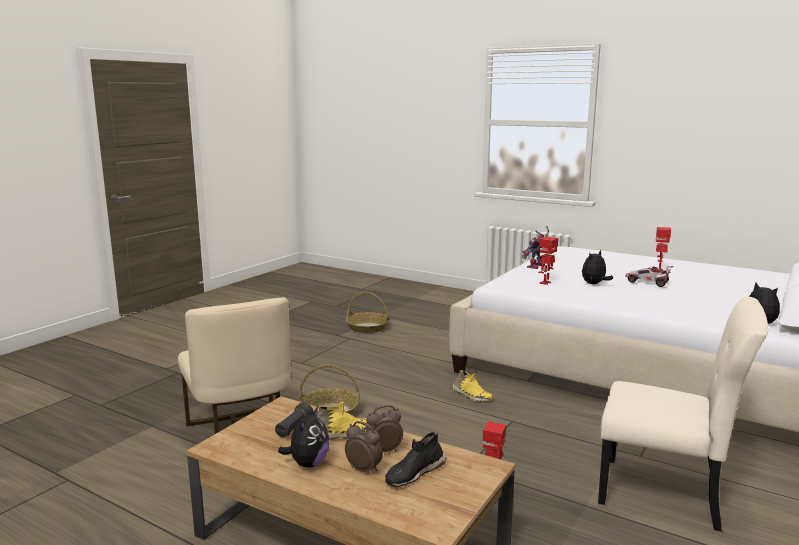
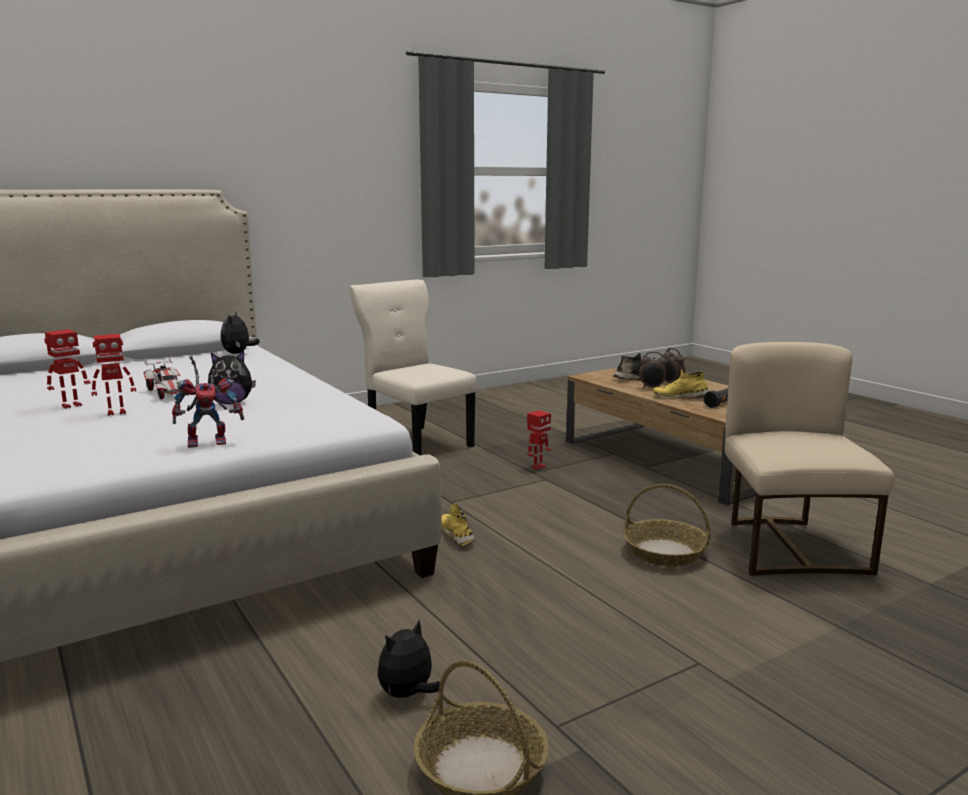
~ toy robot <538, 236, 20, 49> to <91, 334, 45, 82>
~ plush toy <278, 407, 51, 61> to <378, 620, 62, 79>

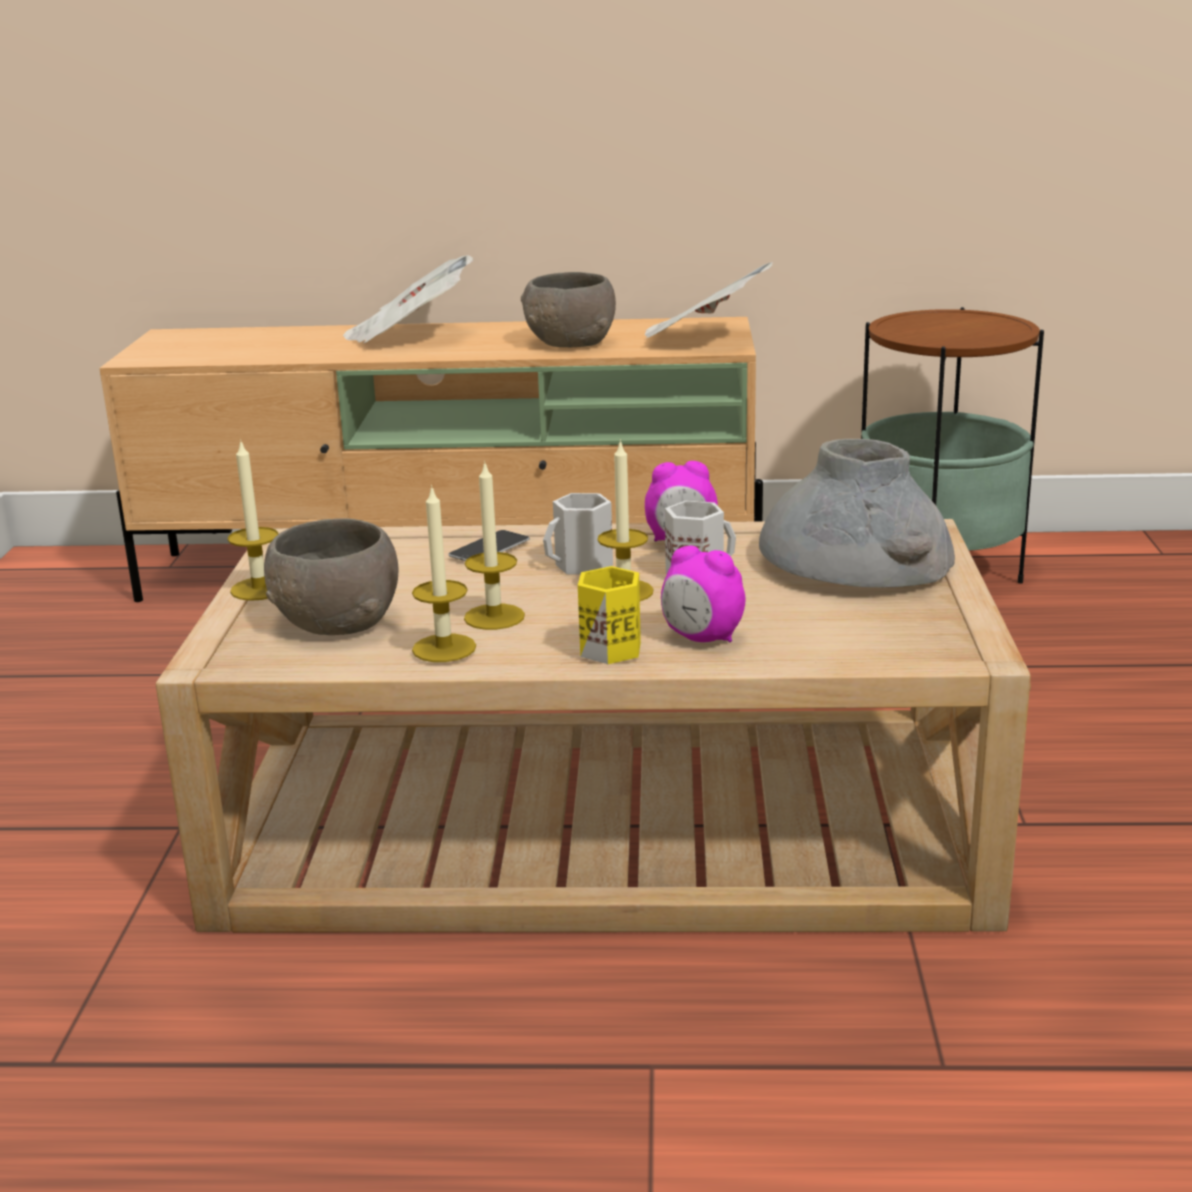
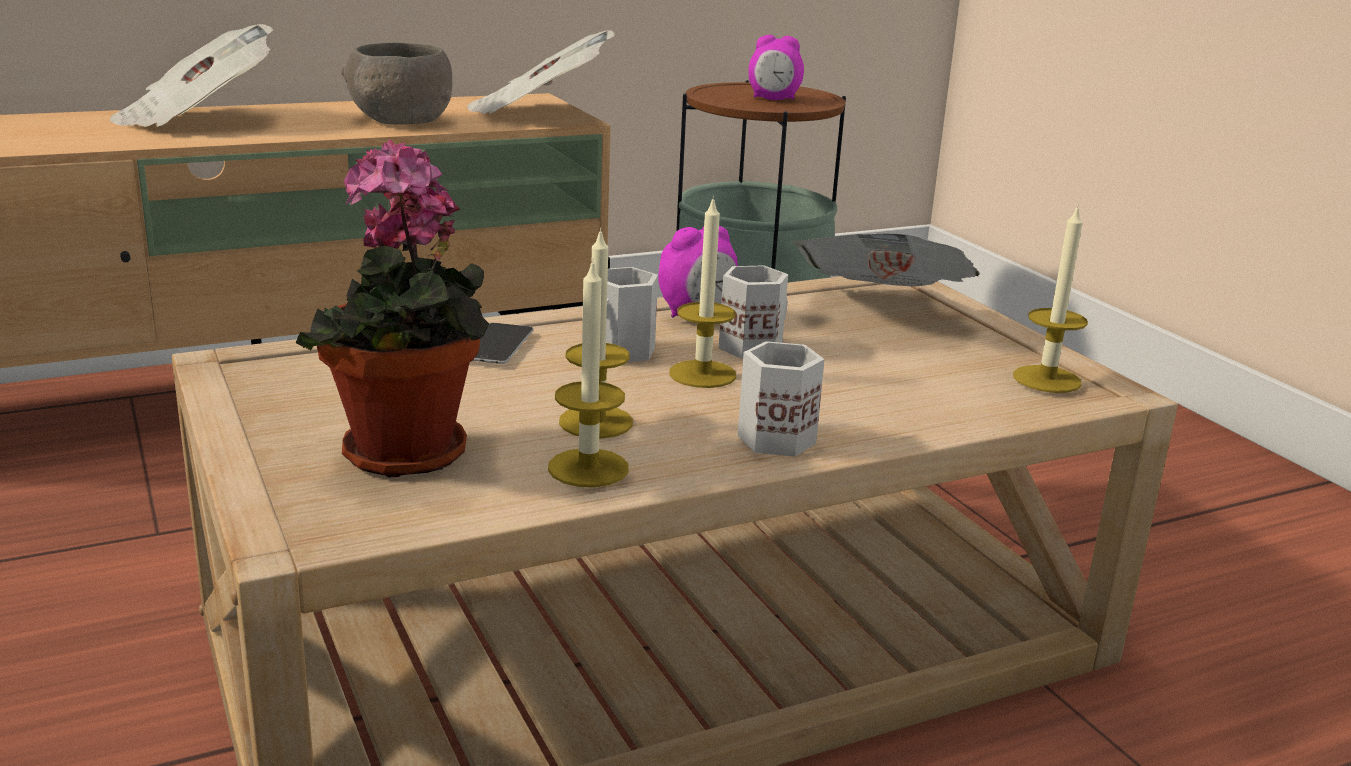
~ grey bowl <264, 518, 134, 117> to potted plant <296, 140, 193, 337>
~ yellow mug <578, 566, 63, 98> to white mug <738, 341, 87, 116>
~ alarm clock <661, 546, 84, 96> to <749, 35, 55, 65>
~ grey vase <759, 439, 196, 148> to newspaper <792, 233, 188, 53>
~ candle <228, 439, 50, 162> to <1013, 204, 75, 189>

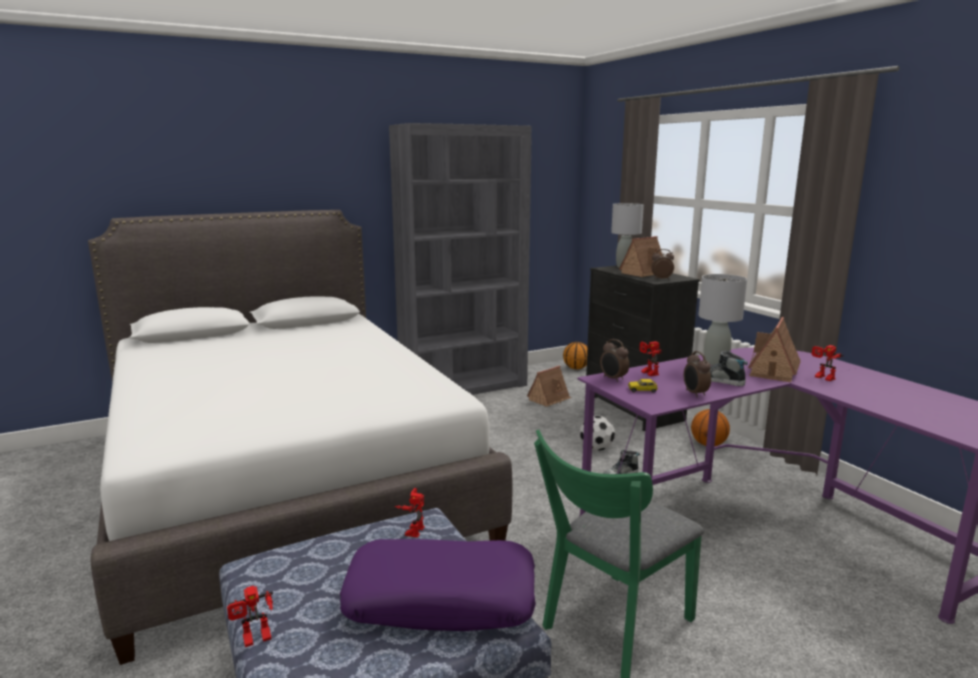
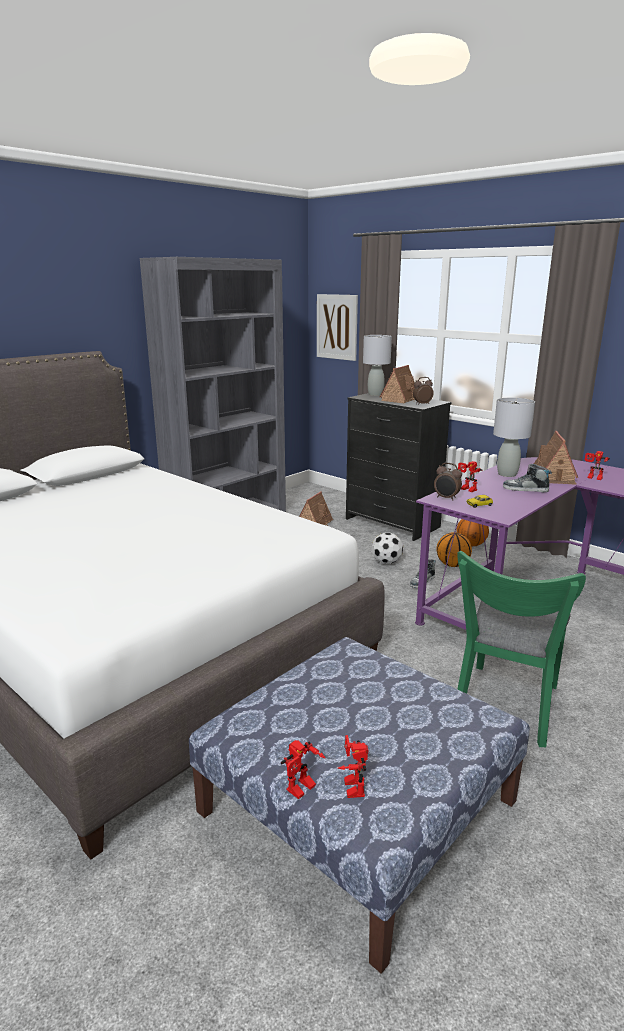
+ picture <317, 294, 41, 67>
~ toy robot <394, 488, 31, 50> to <338, 735, 30, 63>
~ basketball <563, 342, 24, 27> to <437, 532, 35, 35>
- purple pillow <340, 539, 196, 92>
- alarm clock <684, 351, 27, 46>

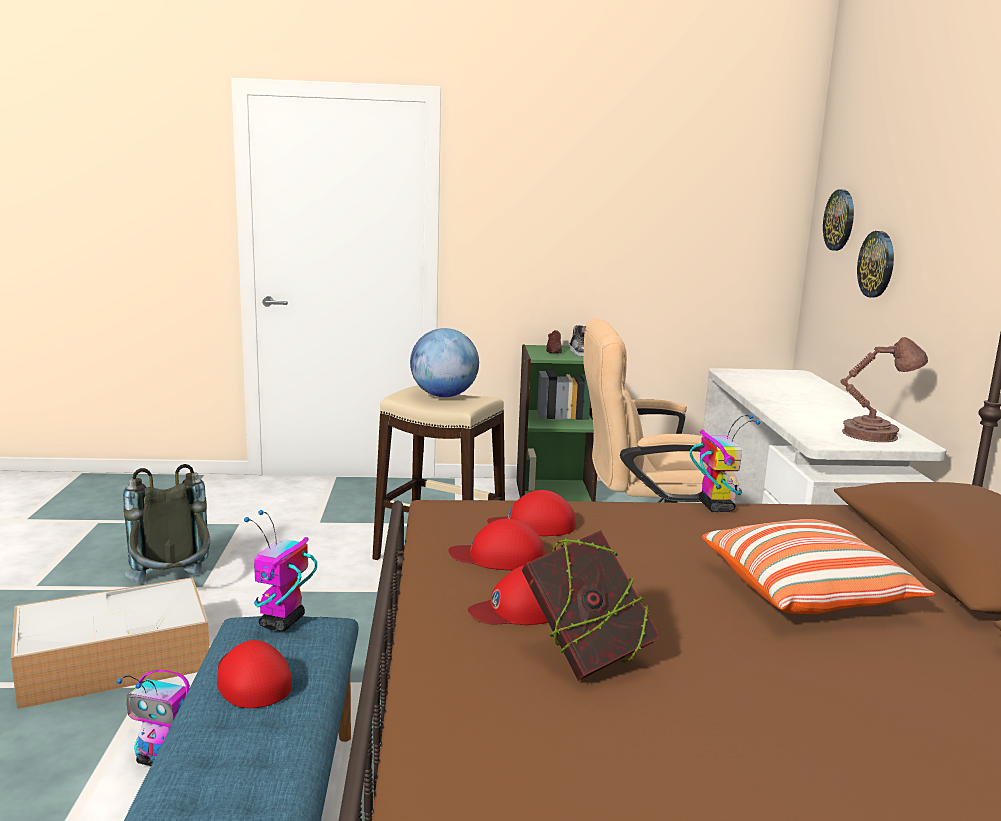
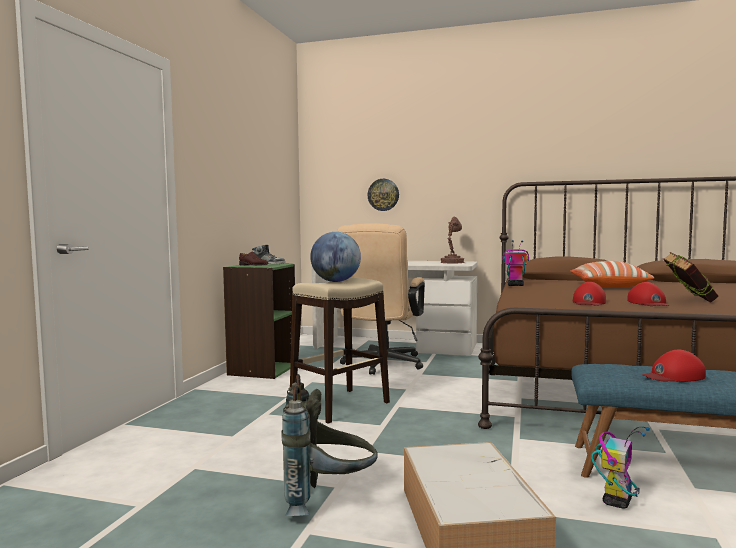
- toy robot <244, 510, 73, 122>
- red cap <487, 490, 89, 46>
- wall clock <823, 189, 31, 62>

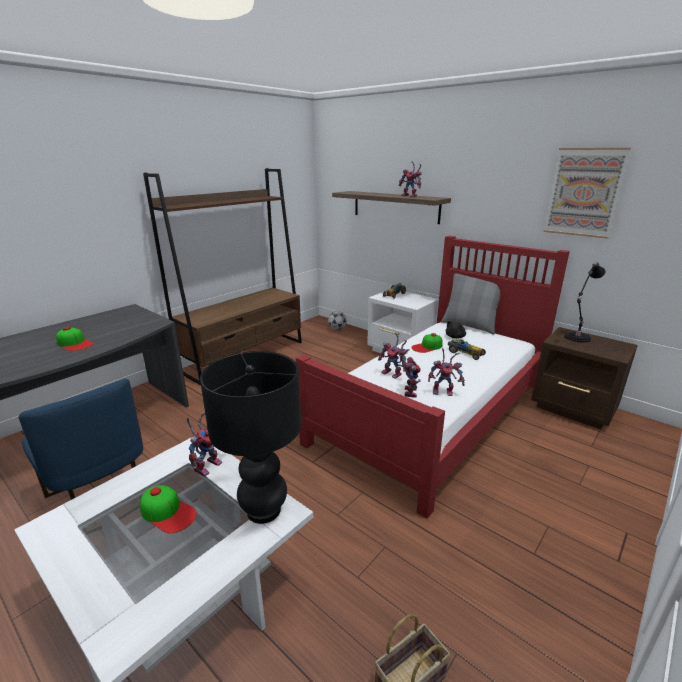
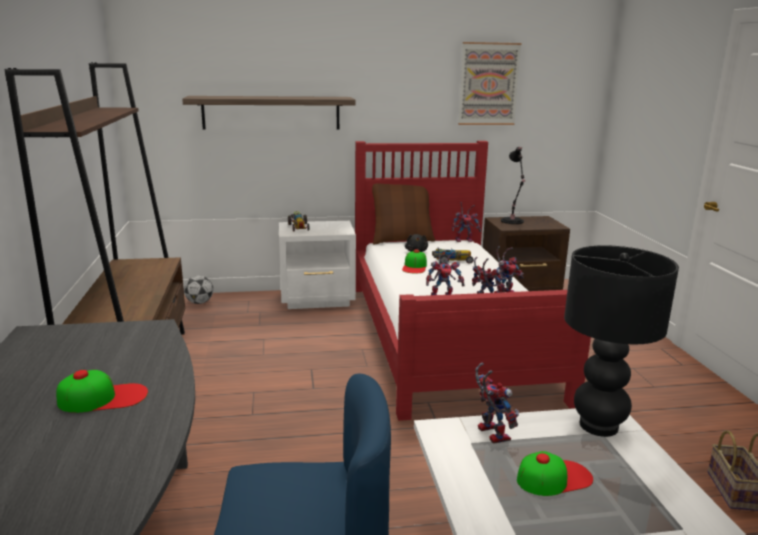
~ grey pillow <441, 273, 59, 61> to brown pillow <372, 184, 63, 61>
~ toy robot <399, 161, 23, 36> to <452, 202, 29, 40>

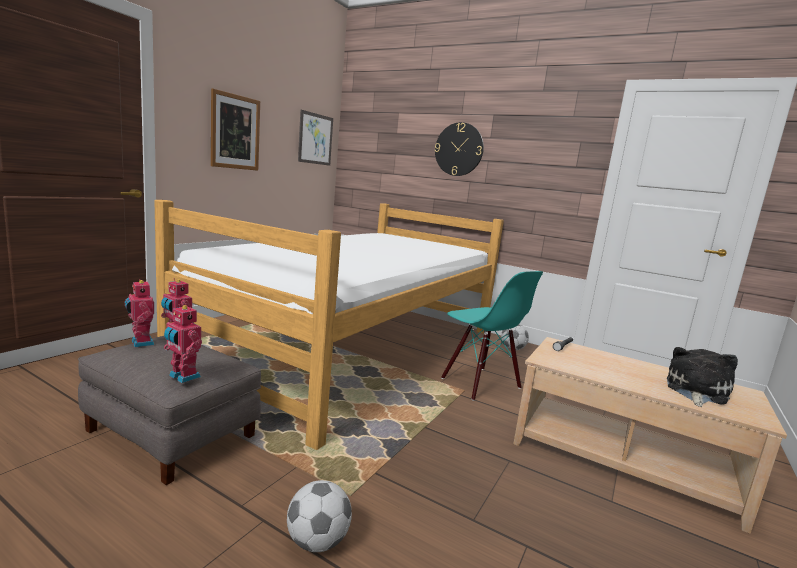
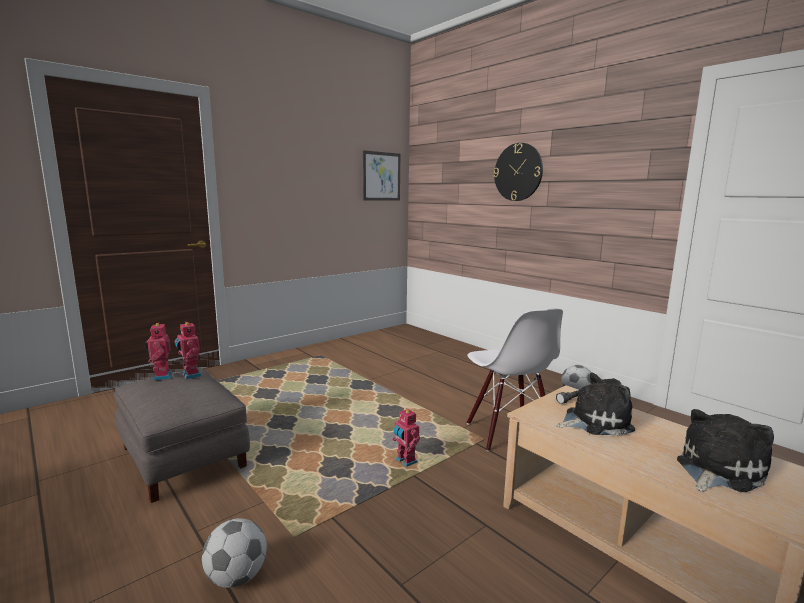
~ toy robot <164, 304, 38, 79> to <392, 408, 28, 59>
~ turquoise chair <441, 271, 102, 130> to white chair <467, 309, 96, 143>
+ plush toy <557, 373, 78, 63>
- bed <155, 200, 349, 250>
- picture <211, 89, 49, 82>

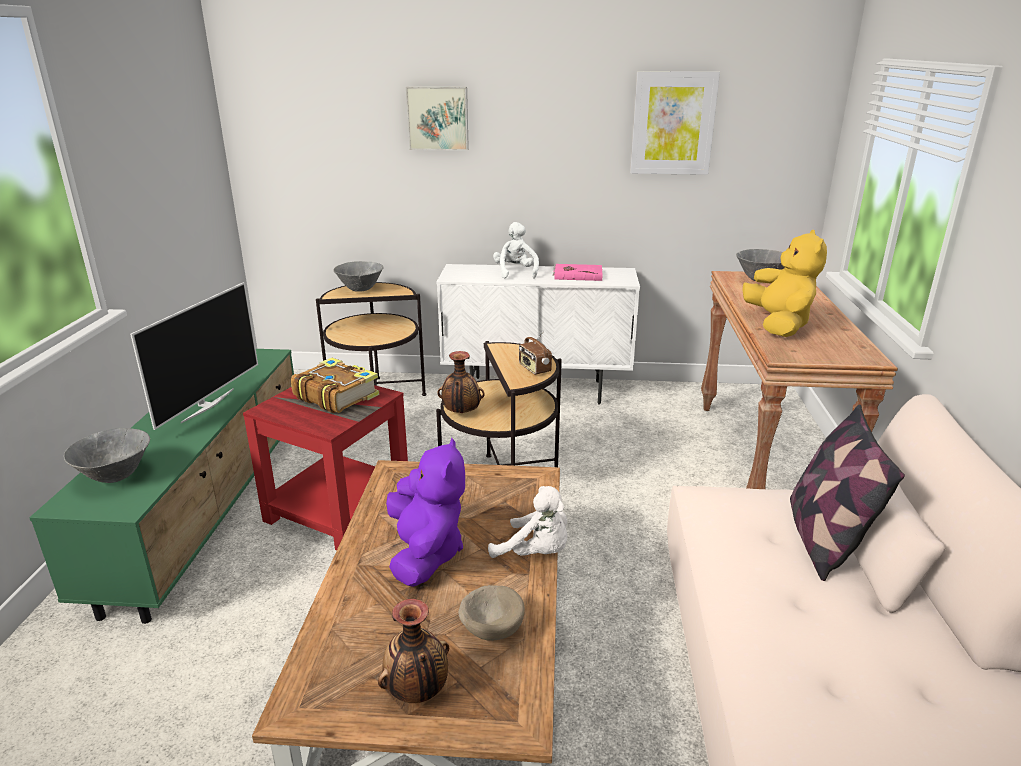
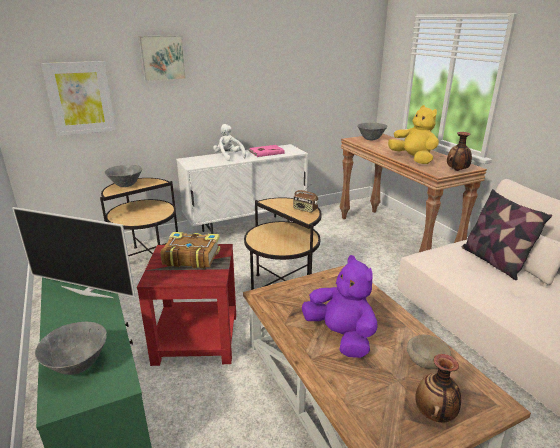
~ television <130, 282, 128, 148> = <12, 207, 124, 91> 120 degrees clockwise
~ picture <630, 71, 90, 104> to <41, 61, 75, 75>
~ vase <437, 351, 47, 62> to <447, 132, 25, 39>
- white plush toy <488, 486, 79, 72>

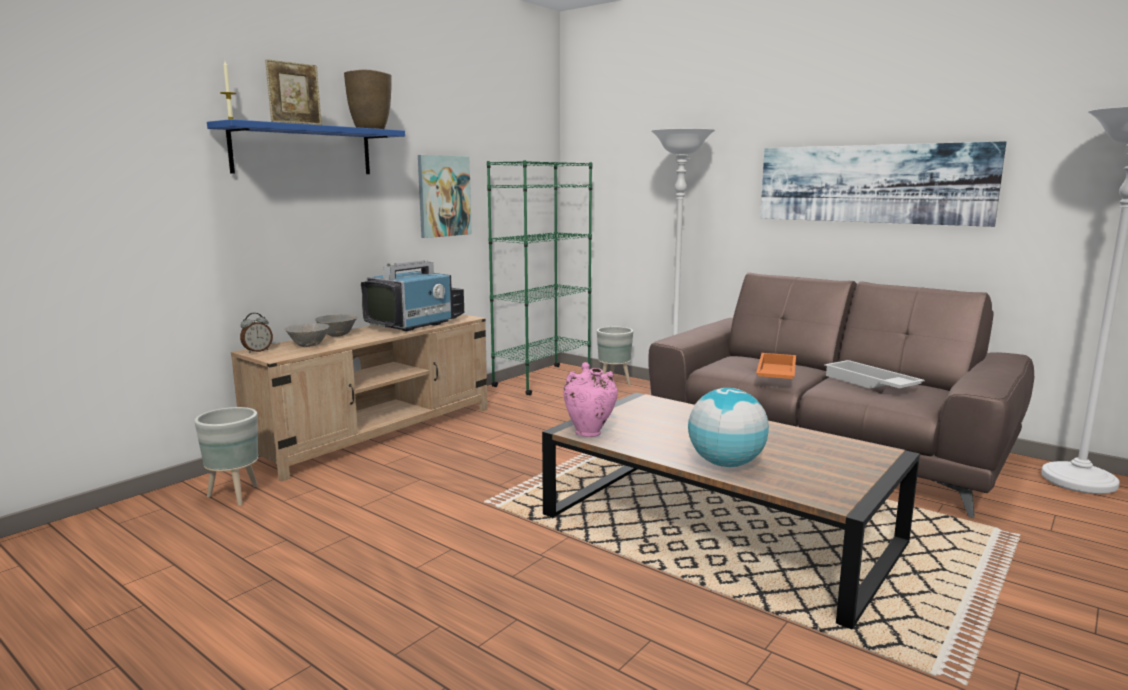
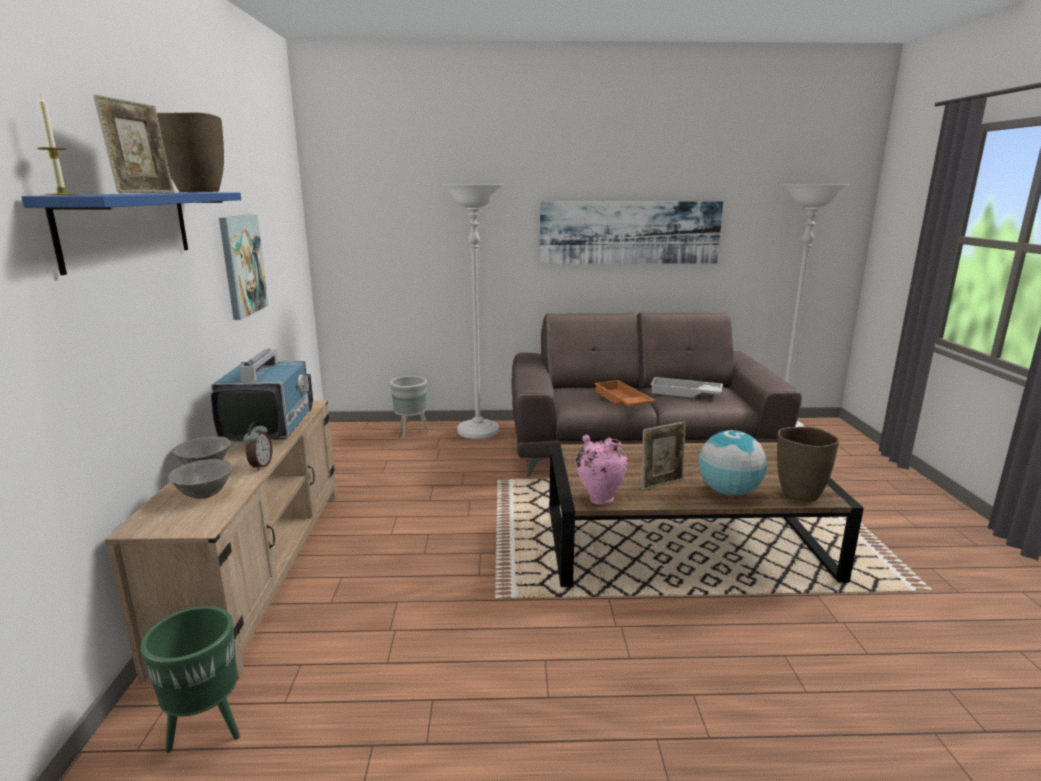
~ grey planter <194, 407, 64, 99> to green planter <140, 606, 100, 147>
~ alarm clock <240, 313, 33, 40> to <244, 422, 28, 49>
+ picture frame <642, 421, 44, 69>
+ brown vase <777, 427, 62, 75>
- green bookcase <487, 160, 106, 235>

